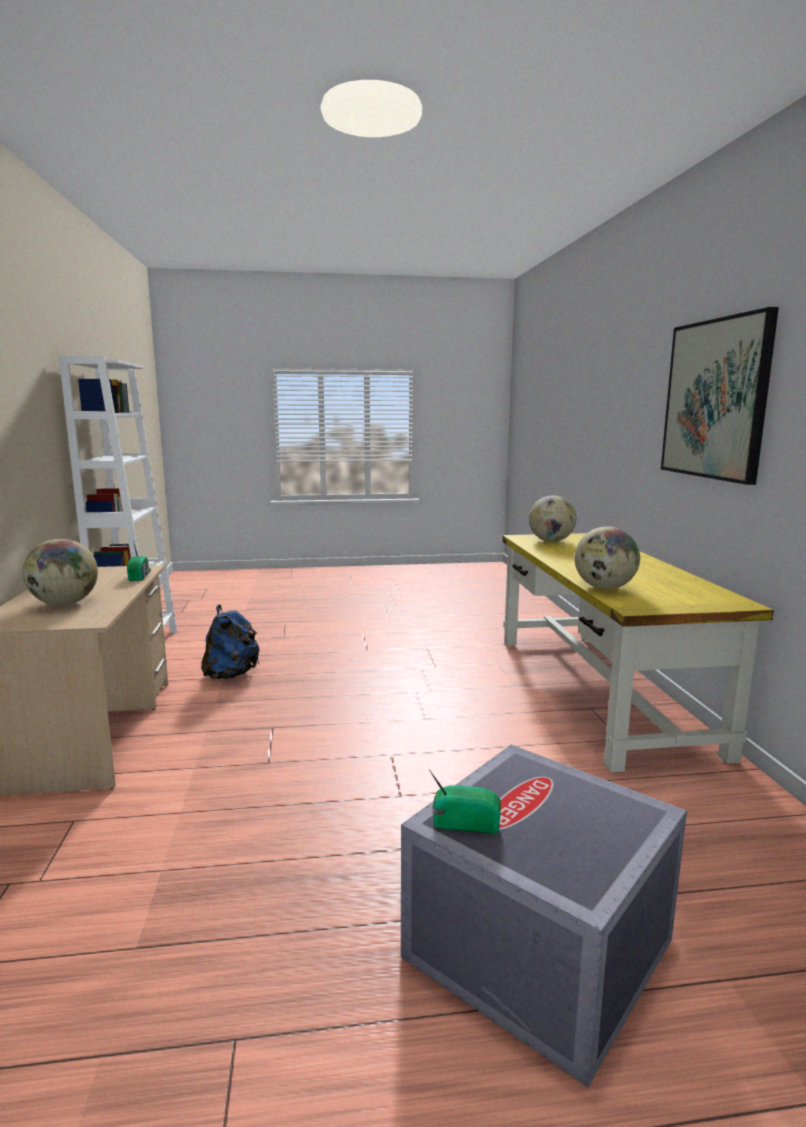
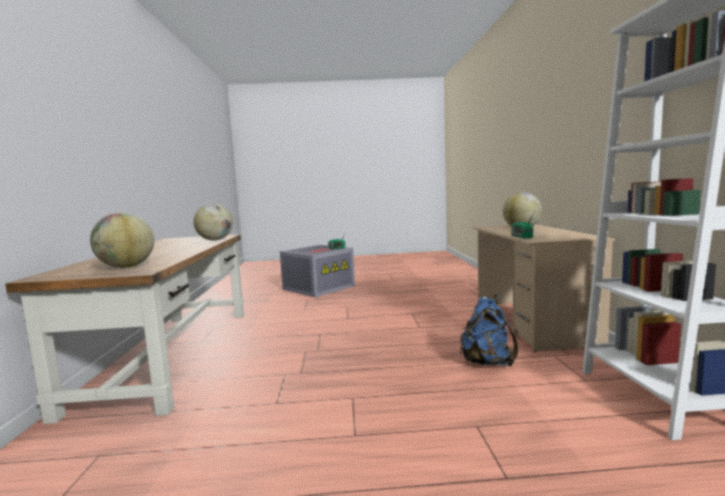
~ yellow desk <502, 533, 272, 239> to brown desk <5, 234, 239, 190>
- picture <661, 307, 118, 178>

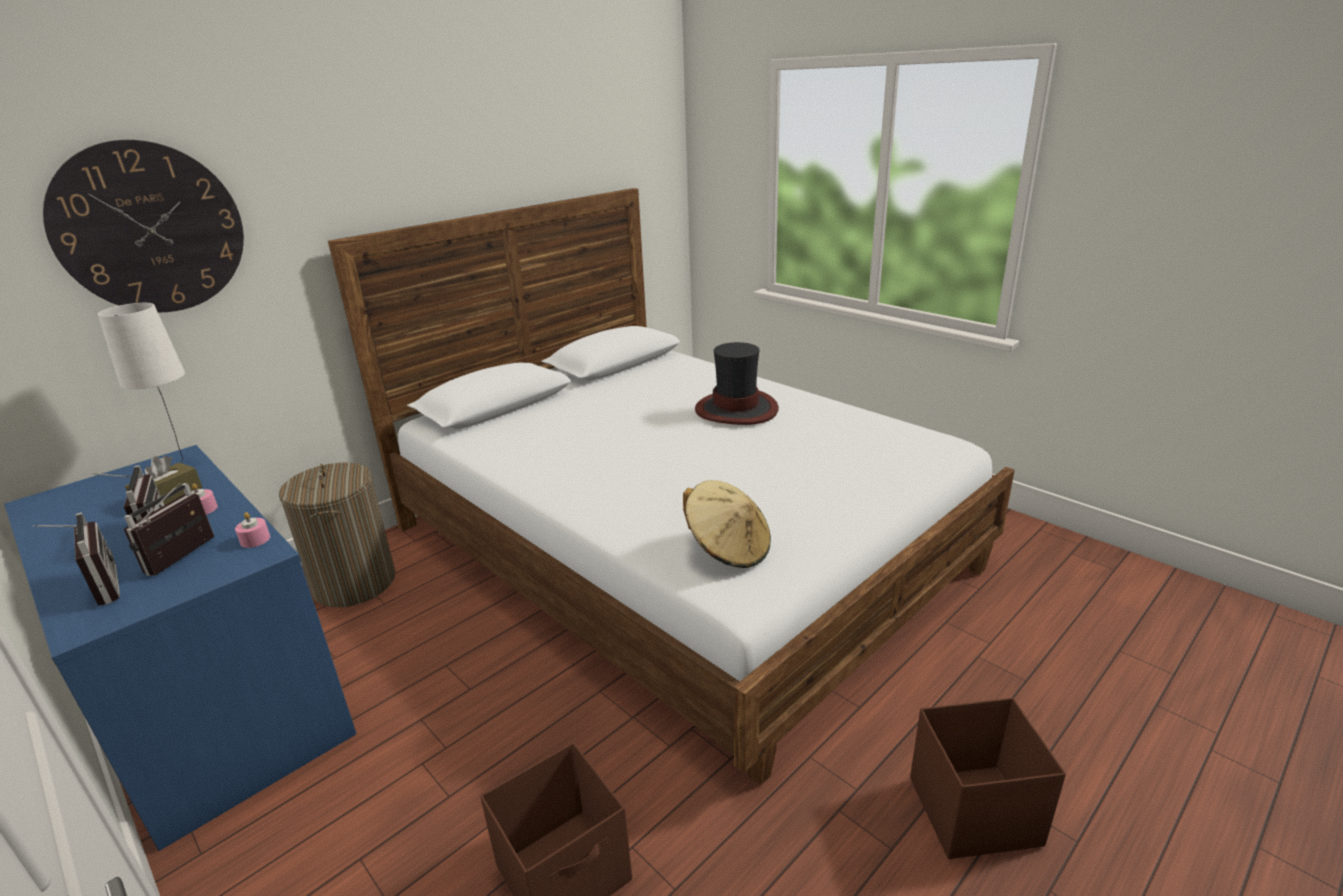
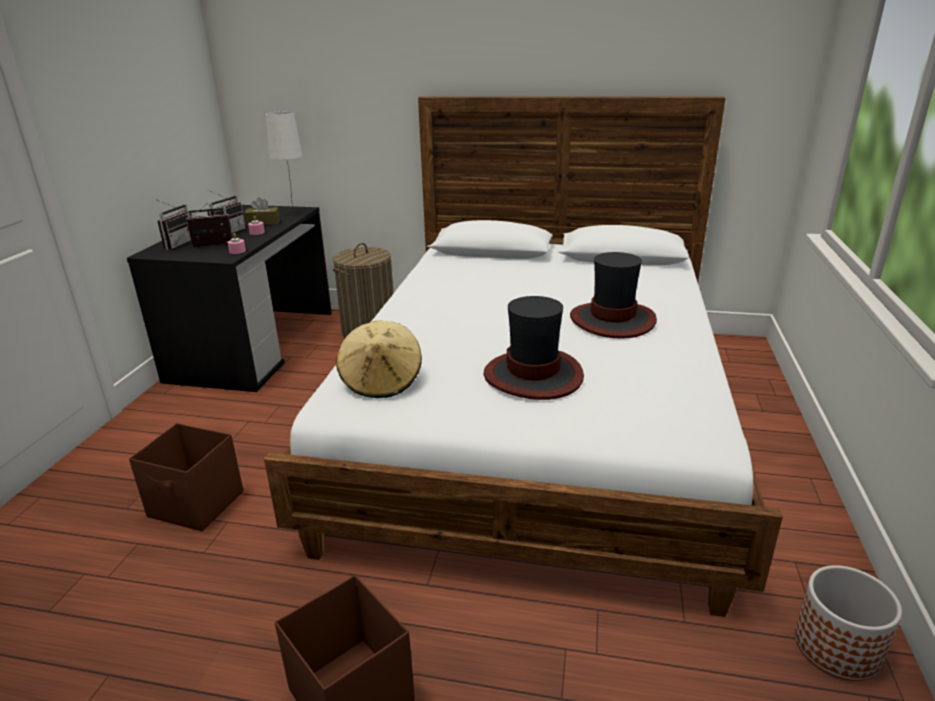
~ blue desk <4, 445, 353, 406> to black desk <127, 205, 205, 187>
+ hat <484, 296, 100, 104>
+ planter <795, 565, 107, 116>
- wall clock <43, 140, 201, 173>

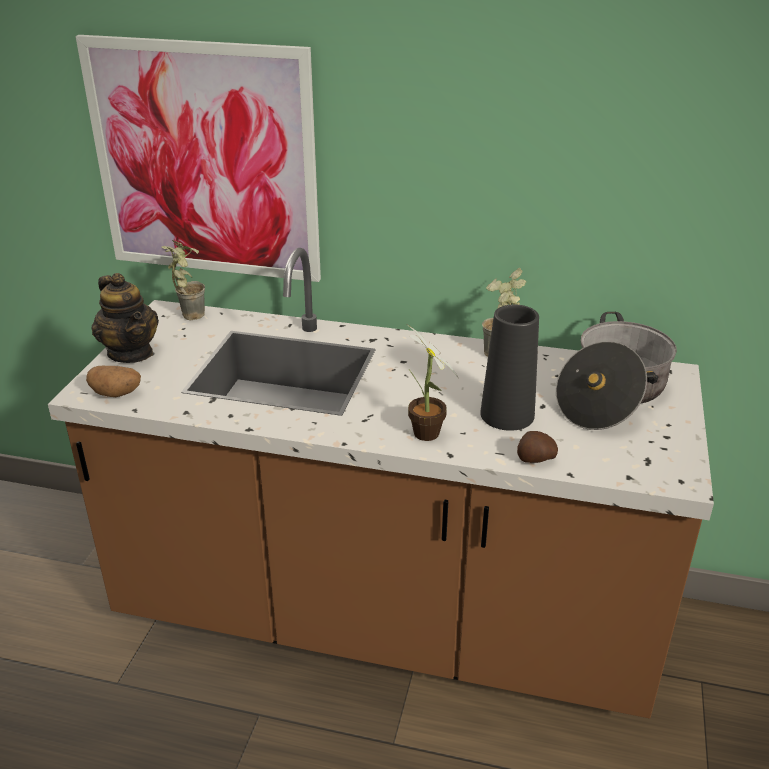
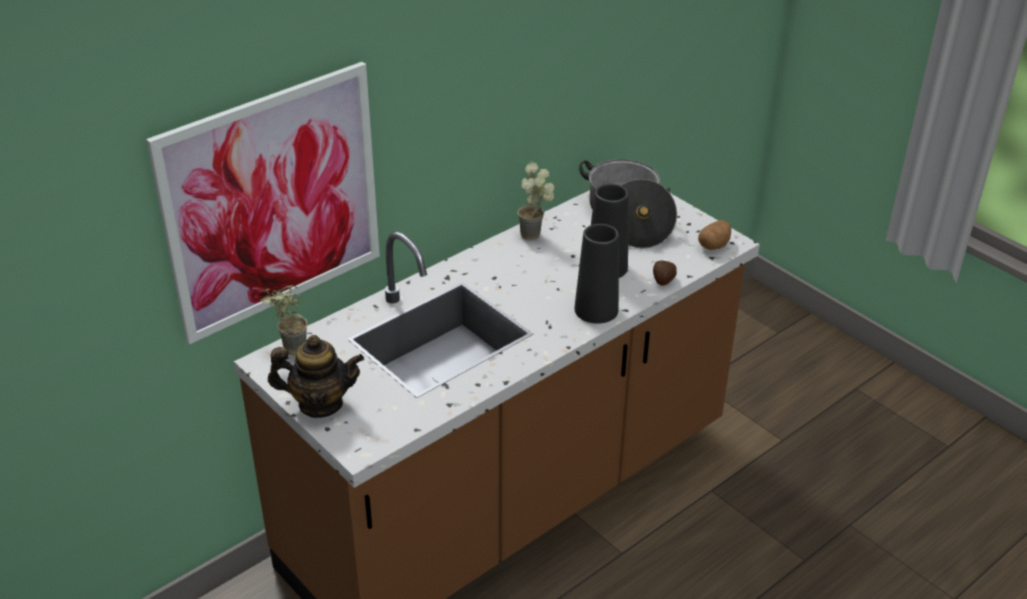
~ potted plant <408, 325, 50, 116> to black vase <574, 224, 45, 100>
~ potato <86, 366, 55, 31> to <698, 220, 33, 30>

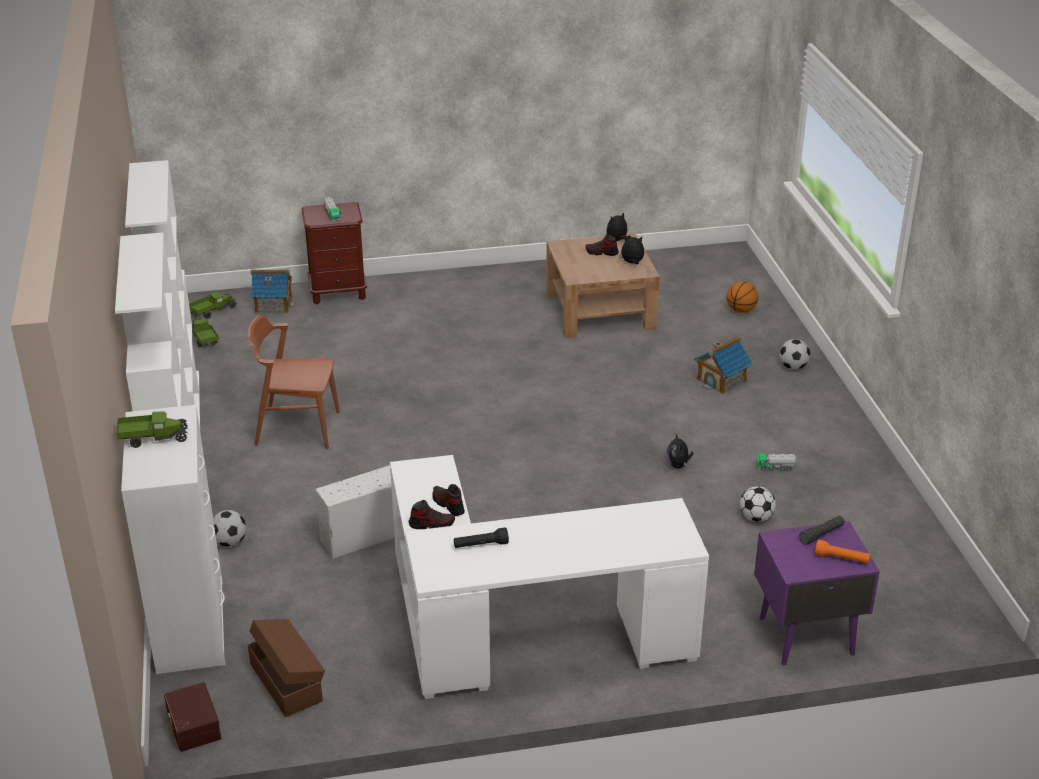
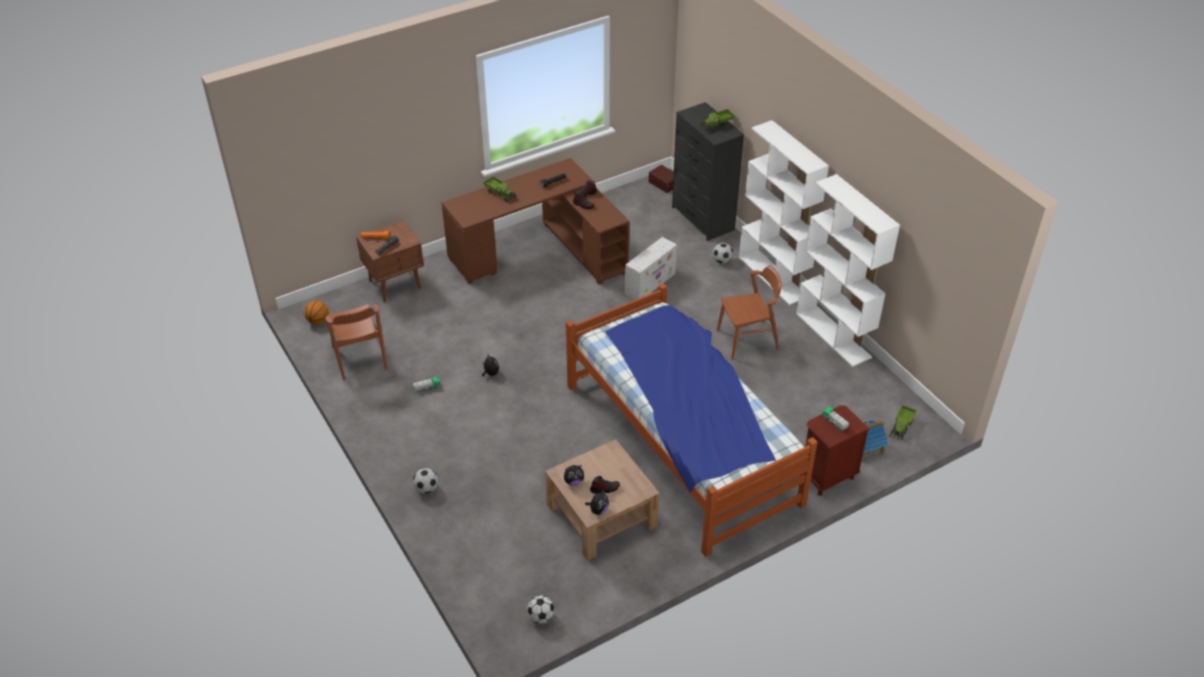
~ basketball <726, 281, 32, 32> to <304, 301, 25, 23>
+ brown chair <326, 304, 61, 76>
~ purple nightstand <754, 521, 126, 144> to brown nightstand <356, 220, 68, 82>
~ white desk <390, 455, 319, 244> to brown desk <441, 158, 188, 126>
~ toy truck <192, 318, 27, 29> to <484, 177, 32, 26>
~ football <740, 486, 36, 36> to <527, 596, 28, 28>
+ bed <566, 283, 252, 274>
~ white dresser <121, 405, 105, 269> to black dresser <672, 102, 72, 139>
- brown storage box <248, 619, 77, 98>
- toy house <694, 336, 59, 58>

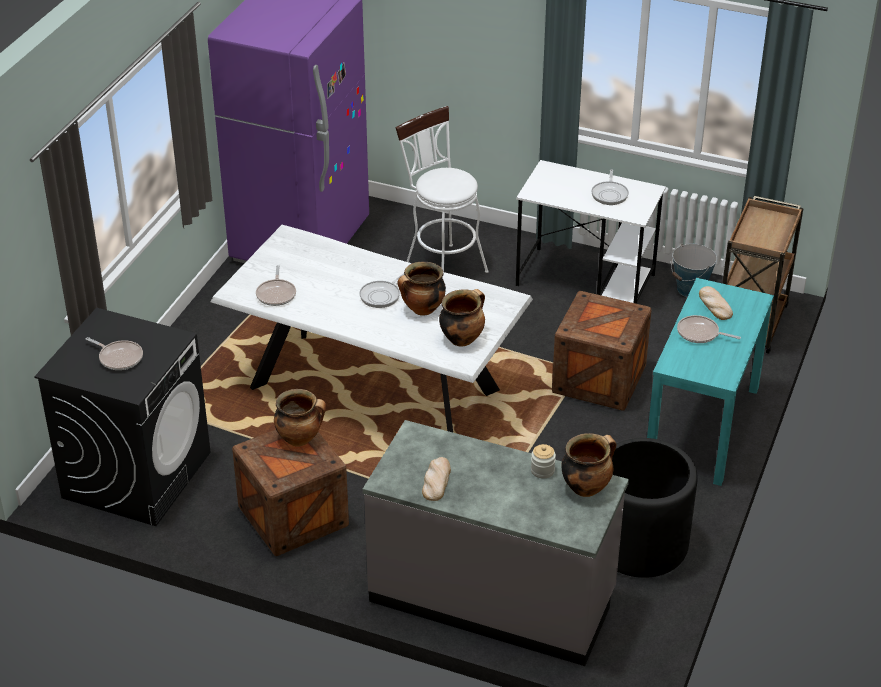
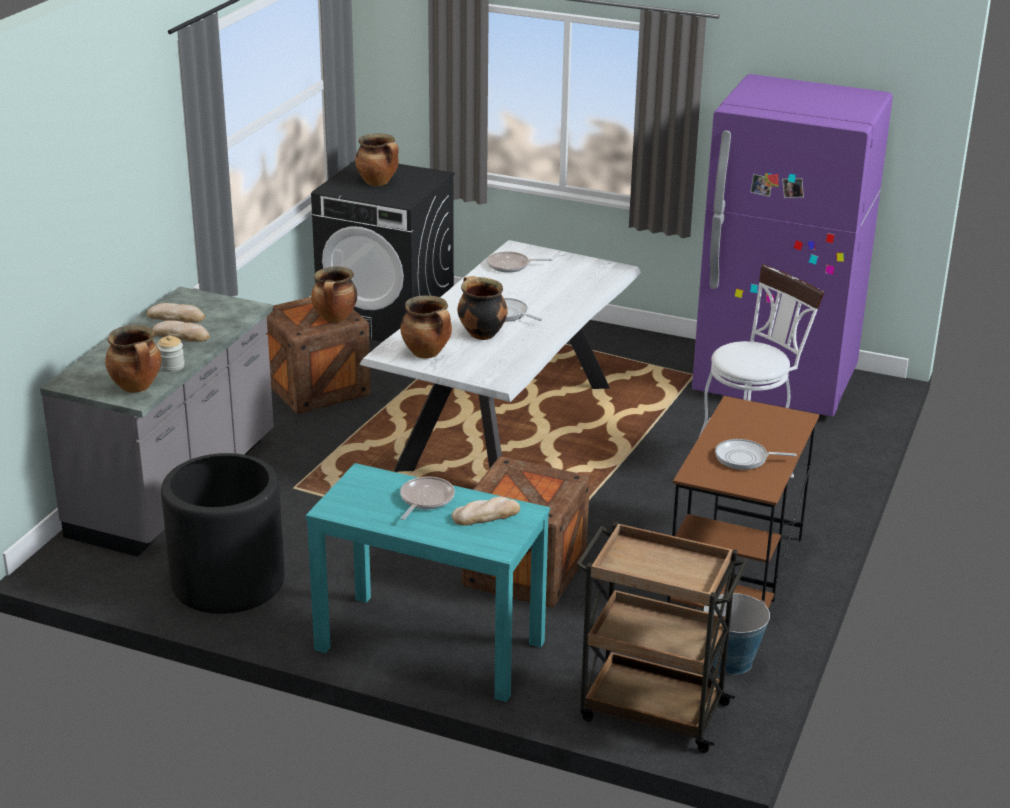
+ bread <152, 320, 58, 22>
~ frying pan <86, 337, 57, 33> to cooking pot <355, 134, 44, 52>
~ white desk <515, 160, 151, 144> to brown desk <667, 396, 152, 213>

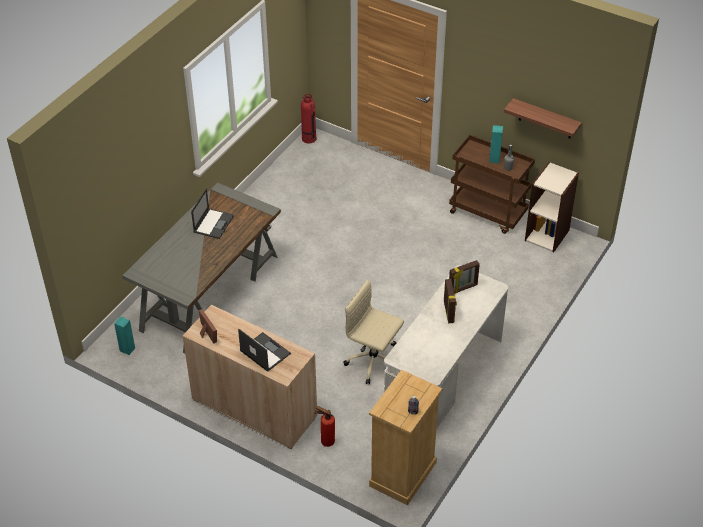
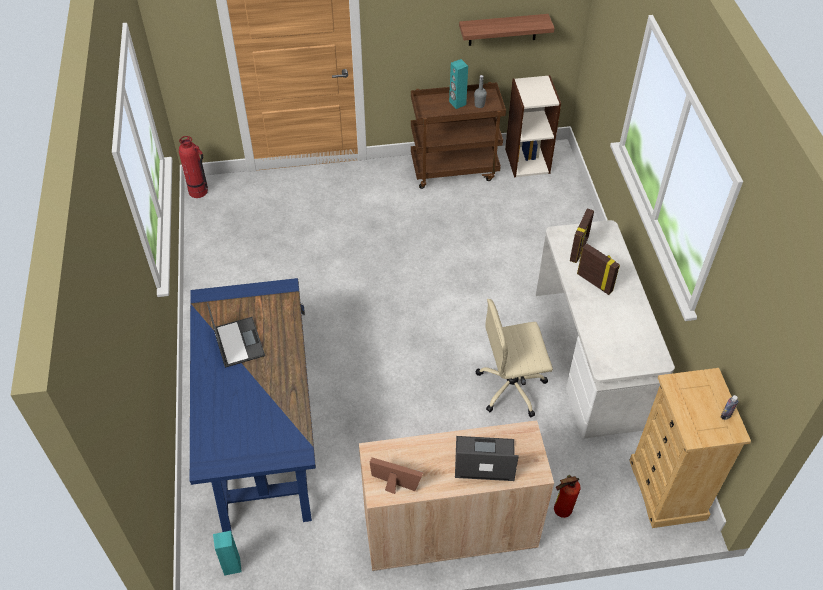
~ grey desk <122, 182, 159, 172> to blue desk <190, 278, 126, 254>

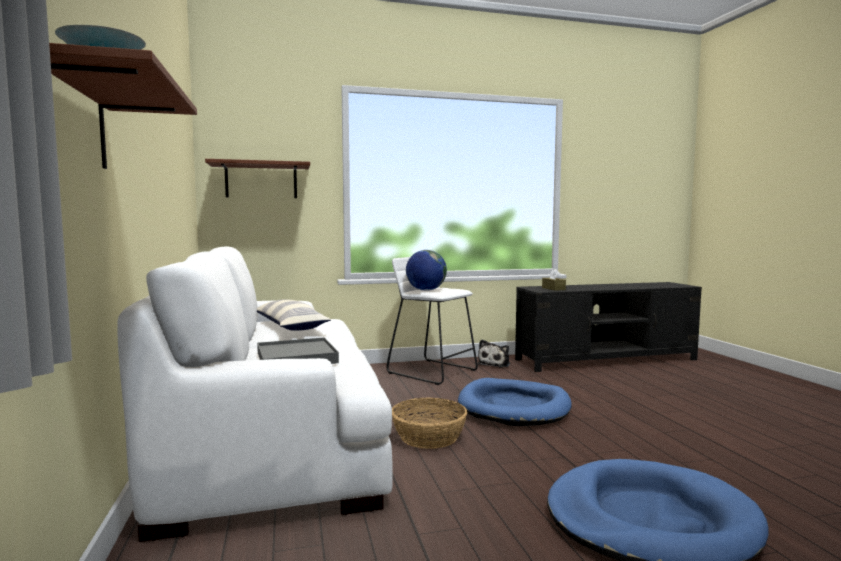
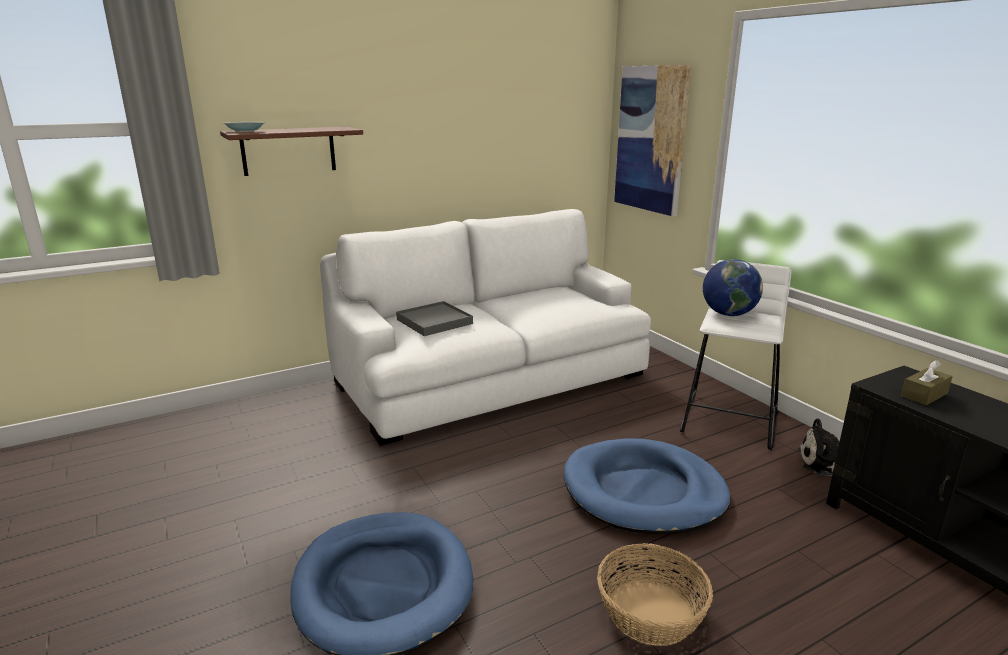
~ basket <392, 397, 75, 52> to <597, 543, 116, 103>
~ brown shelf <205, 159, 105, 39> to picture <614, 65, 78, 151>
- pillow <257, 299, 74, 32>

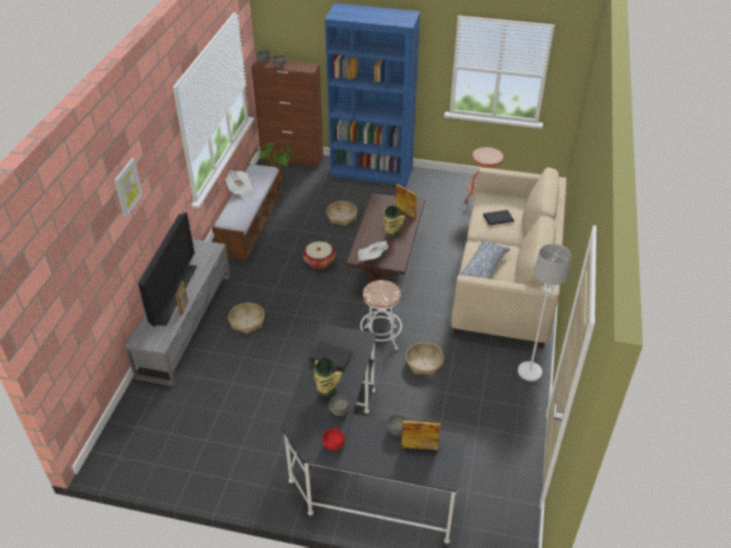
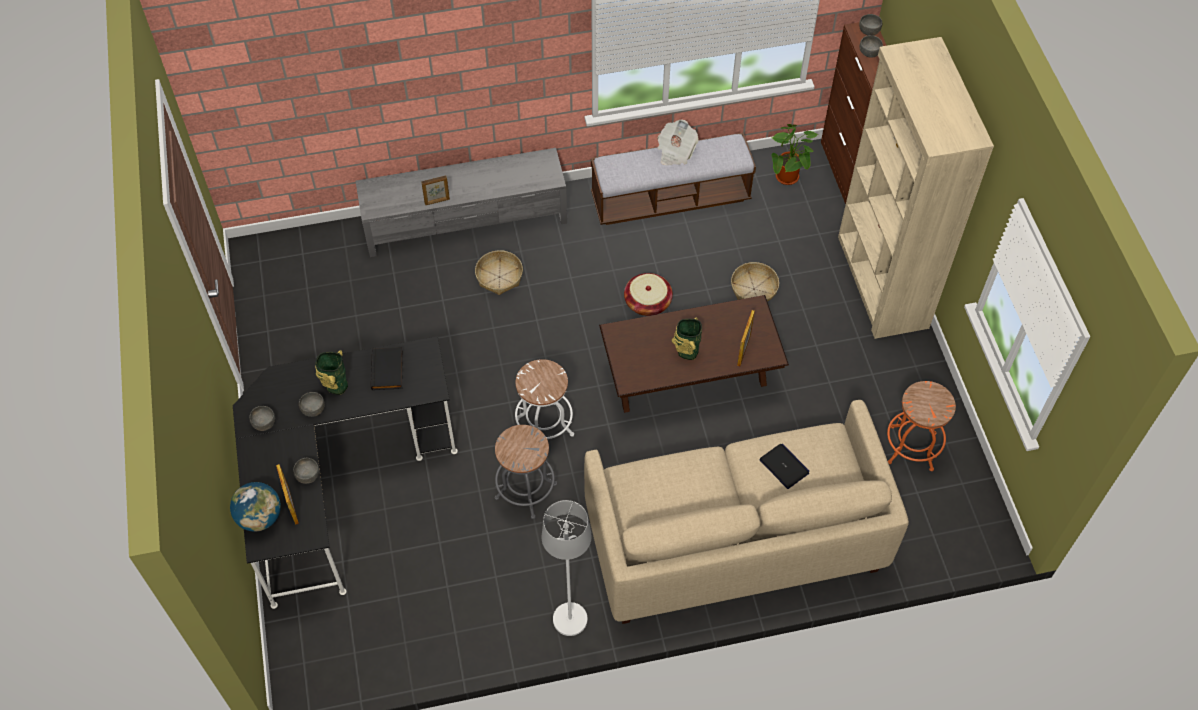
+ globe <230, 482, 51, 50>
~ red bowl <323, 429, 22, 22> to grey bowl <249, 406, 26, 25>
~ basket <406, 342, 38, 34> to grey stool <495, 425, 62, 94>
~ blue bookcase <325, 3, 95, 184> to beige bookcase <838, 37, 156, 302>
- picture <114, 158, 29, 60>
- television <138, 212, 59, 115>
- newspaper <358, 241, 30, 20>
- pillow <460, 239, 50, 40>

